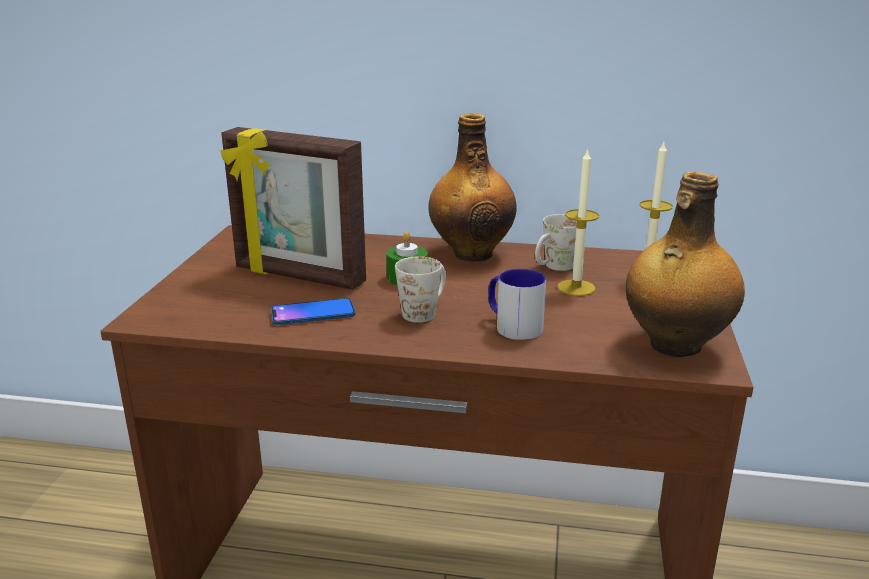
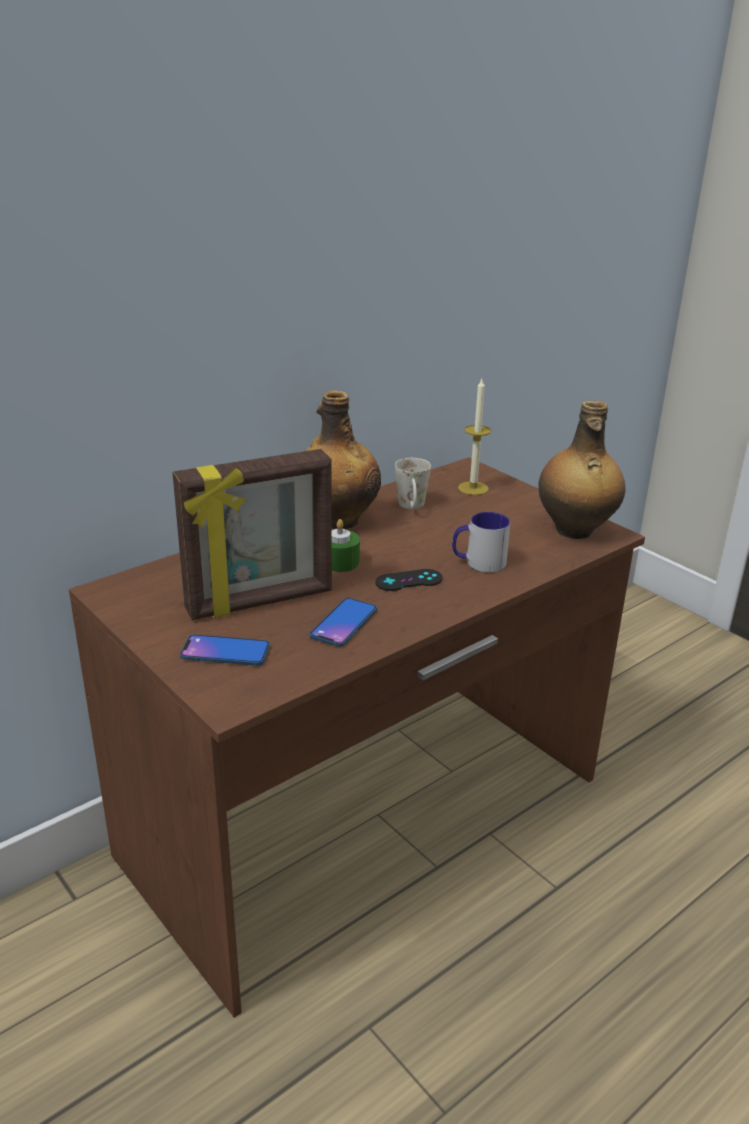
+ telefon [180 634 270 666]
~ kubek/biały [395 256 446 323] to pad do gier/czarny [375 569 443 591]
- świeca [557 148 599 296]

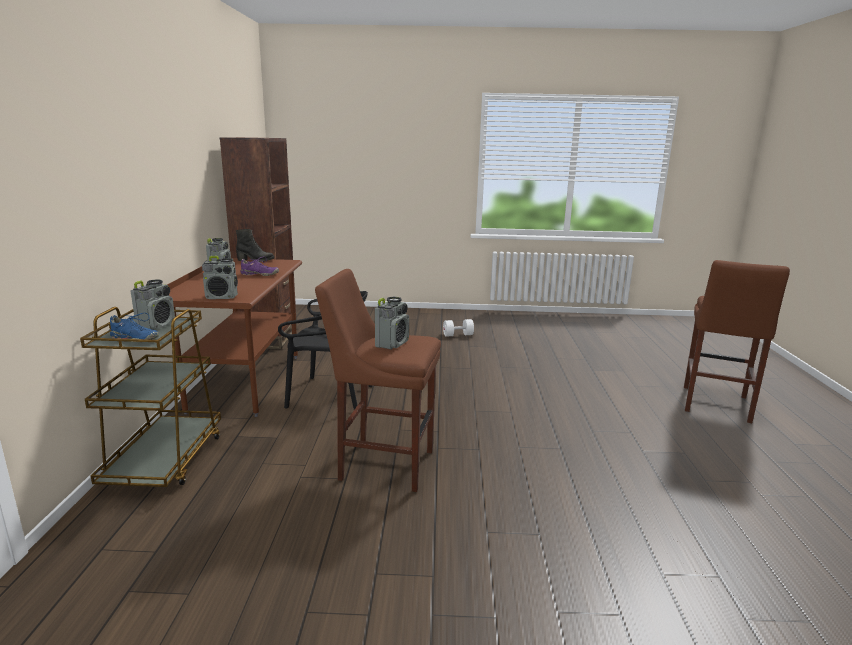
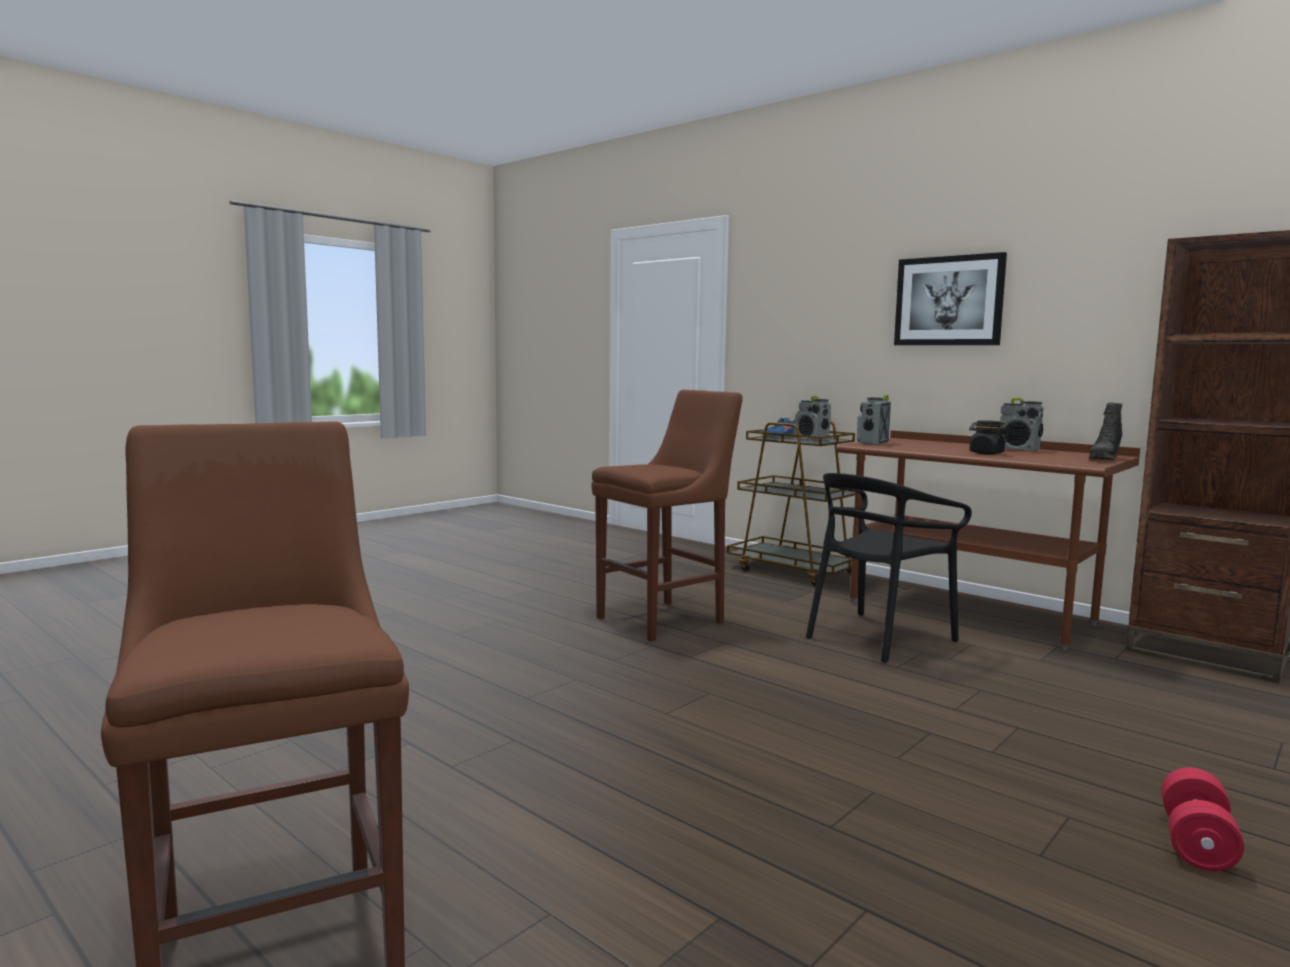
+ obraz [894 252 1007 345]
~ but/fioletowy [240 256 279 276] to słoik/czarny [969 420 1007 455]
~ hantel/biały [443 319 474 337] to hantel/czerwony [1161 768 1244 871]
- radio [375 297 409 349]

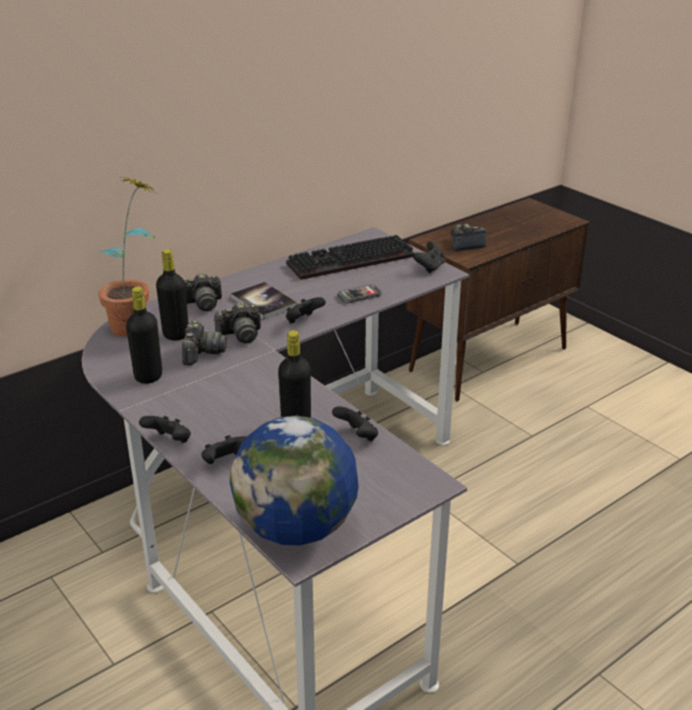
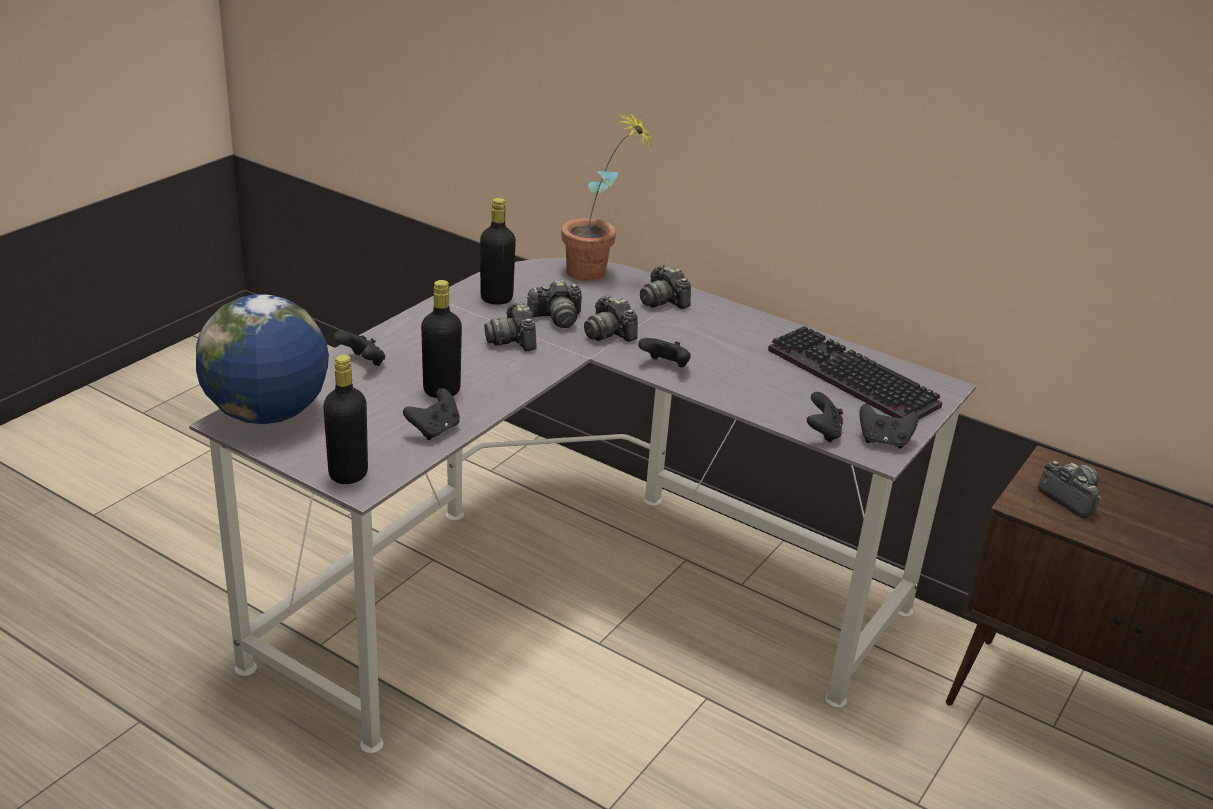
~ butelka/czarny [156 249 188 341] to [323 354 368 484]
+ aparat fotograficzny [484 302 536 351]
~ pad do gier/czarny [139 416 191 443] to [807 392 843 443]
- książka [231 282 297 320]
- telefon [337 285 382 303]

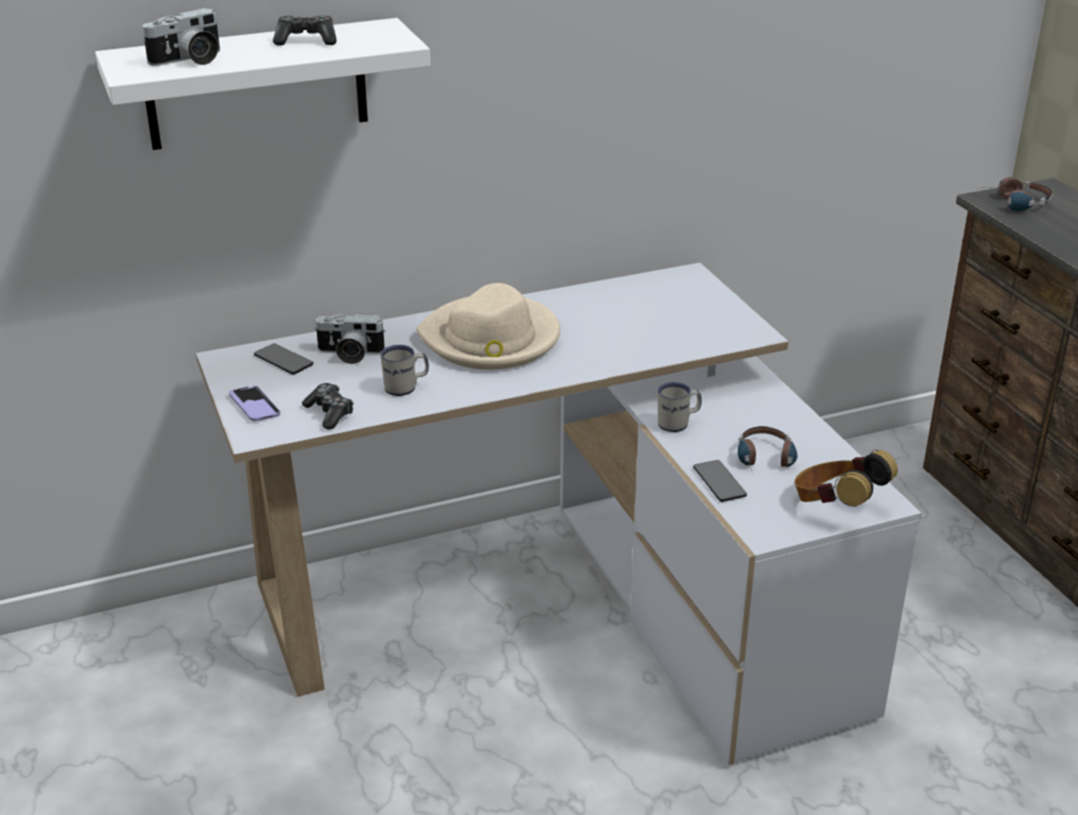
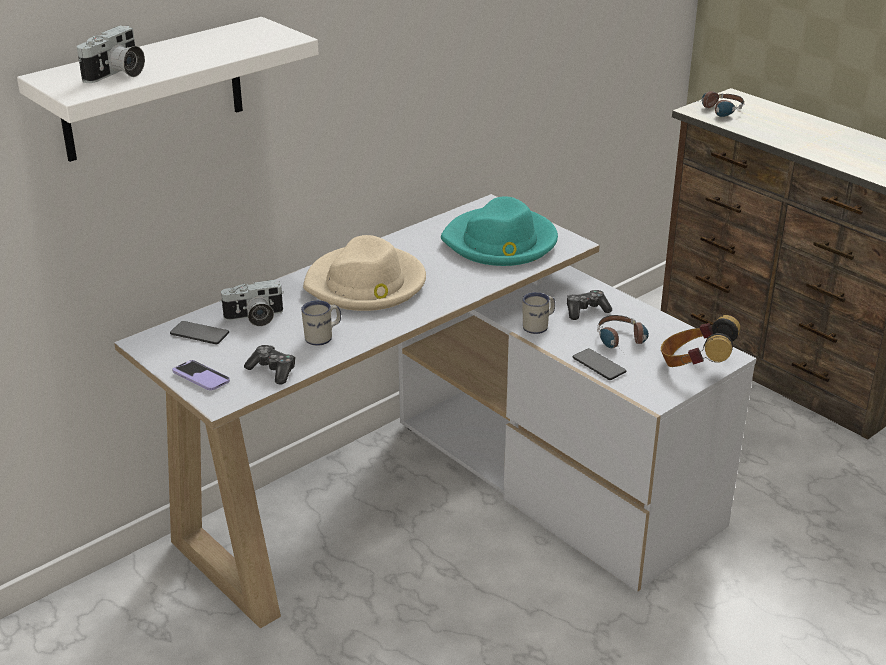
+ kapelusz/turkusowy [441 196 558 266]
~ pad do gier [273 16 337 46] to [567 290 612 320]

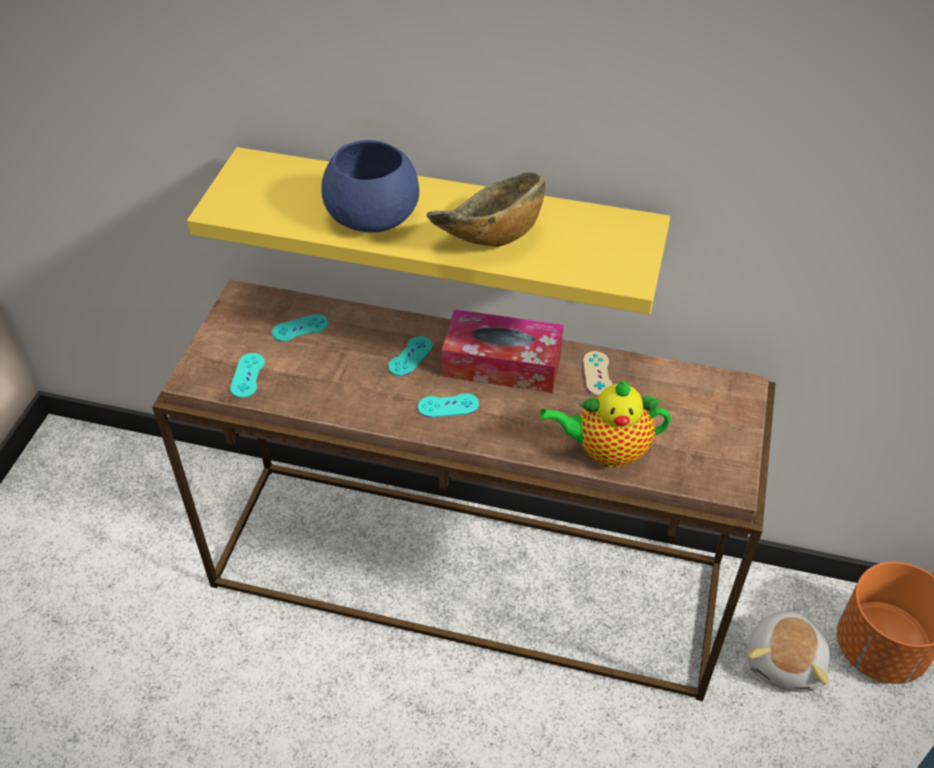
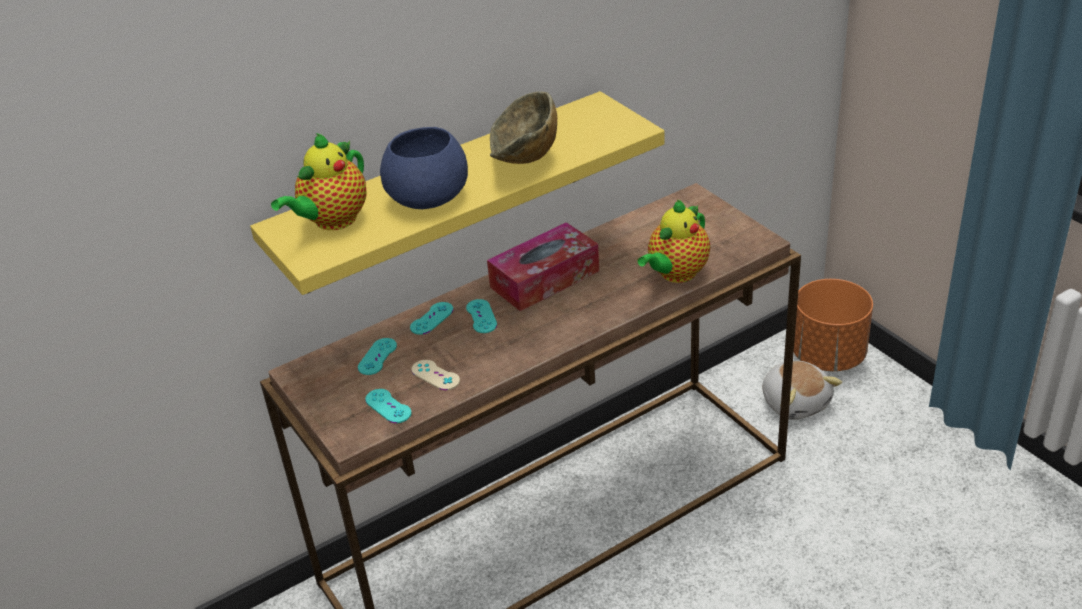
+ imbryk [271 133 367 230]
~ pad do gier/turkusowy [418 393 479 417] to [410 302 454 335]
~ pad do gier/beżowy [583 351 613 396] to [411 360 460 390]

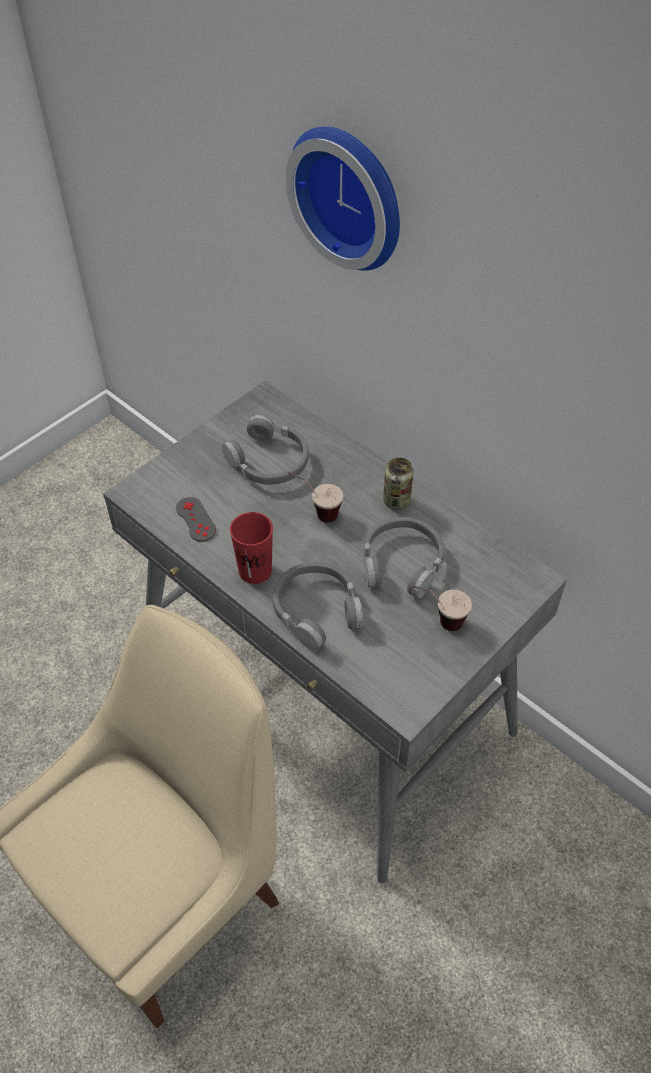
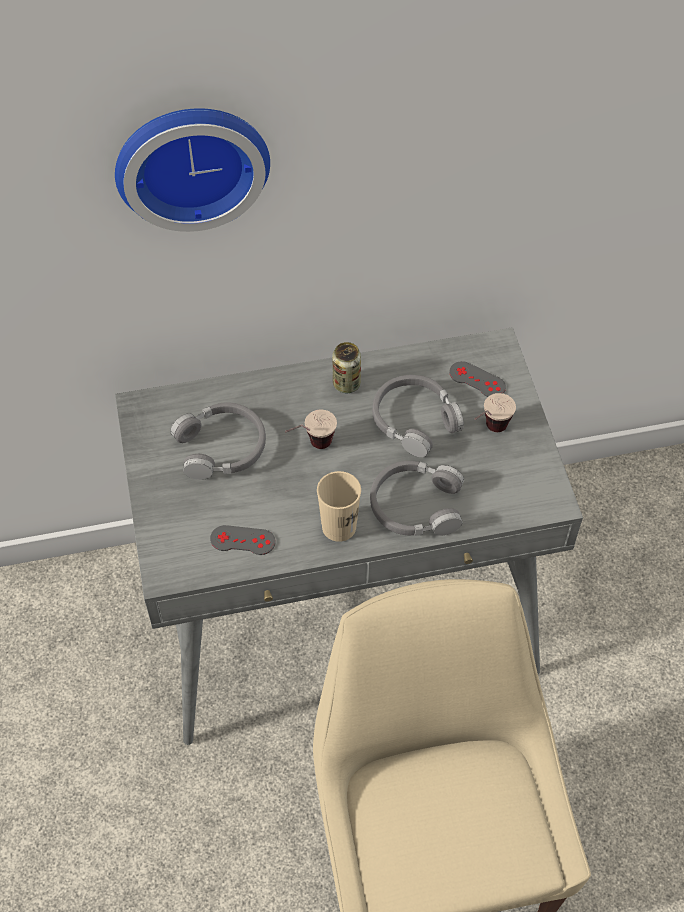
~ filiżanka/czerwony [230 512 273 584] to filiżanka/beżowy [317 471 361 542]
+ pad do gier/szary [449 361 506 397]

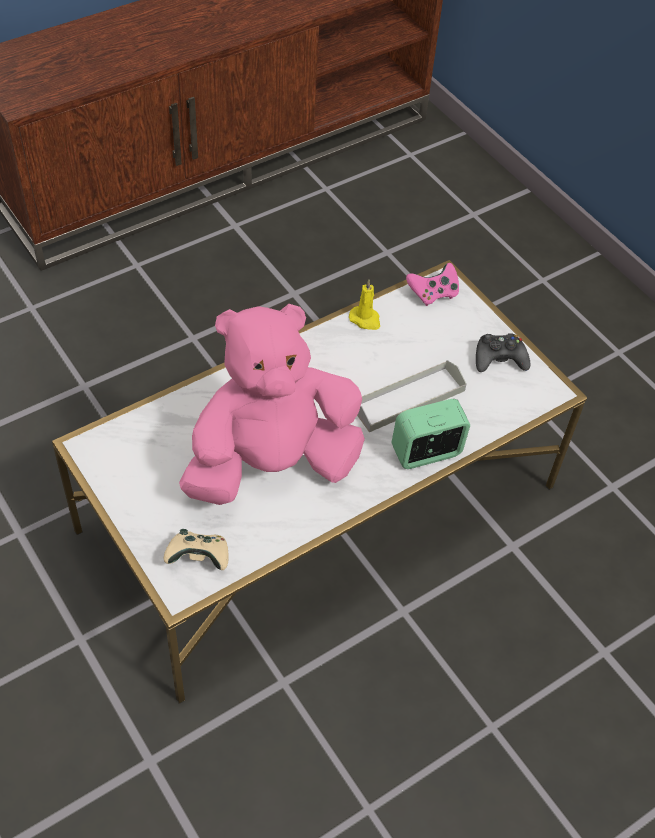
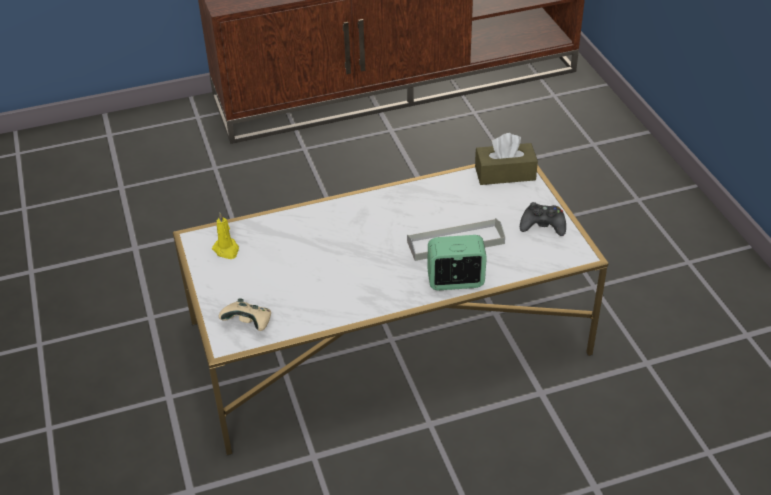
~ świeca/żółty [349 279 380 330] to [212 213 239 259]
~ pad do gier/różowy [406 263 459 306] to pudełko chusteczek/brązowy [475 133 538 185]
- pluszak/różowy [179 304 365 505]

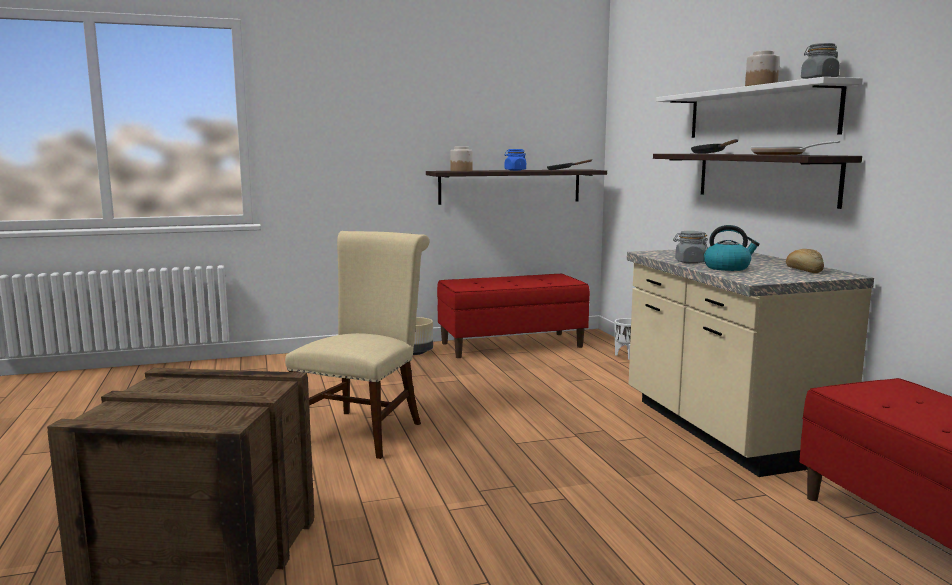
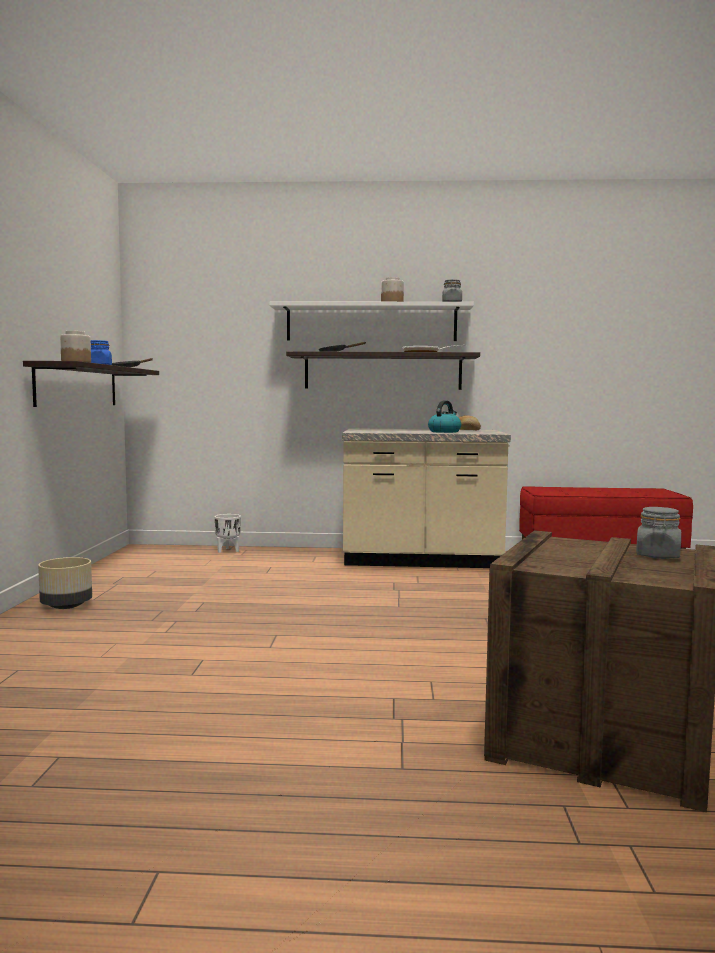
~ słoik/szary [673 231 708 264] to [636 507 681 559]
- krzesło/beżowy [285 231 430 459]
- ławka/czerwony [437 274 590 358]

